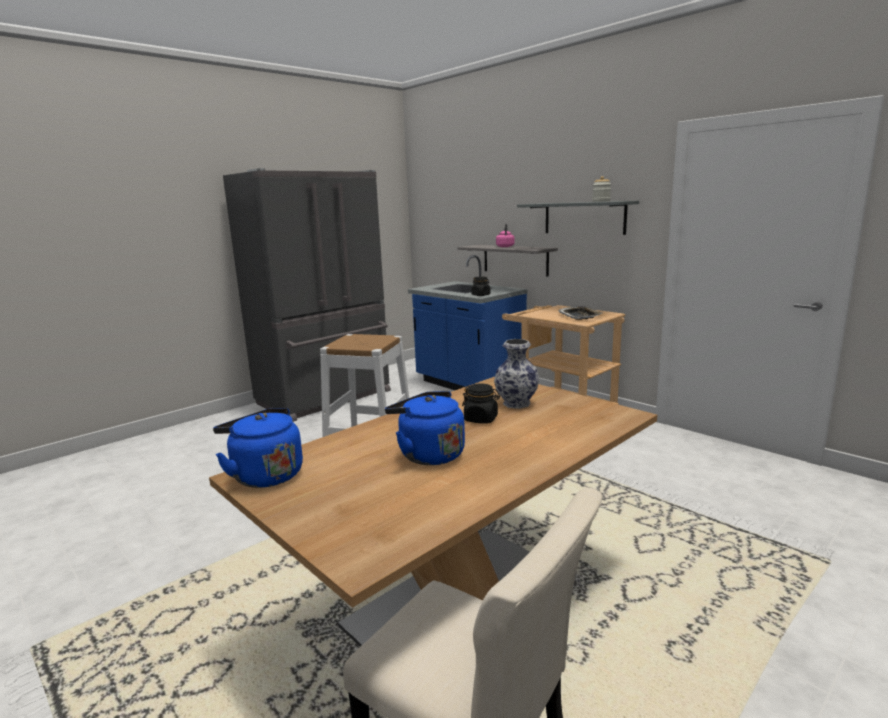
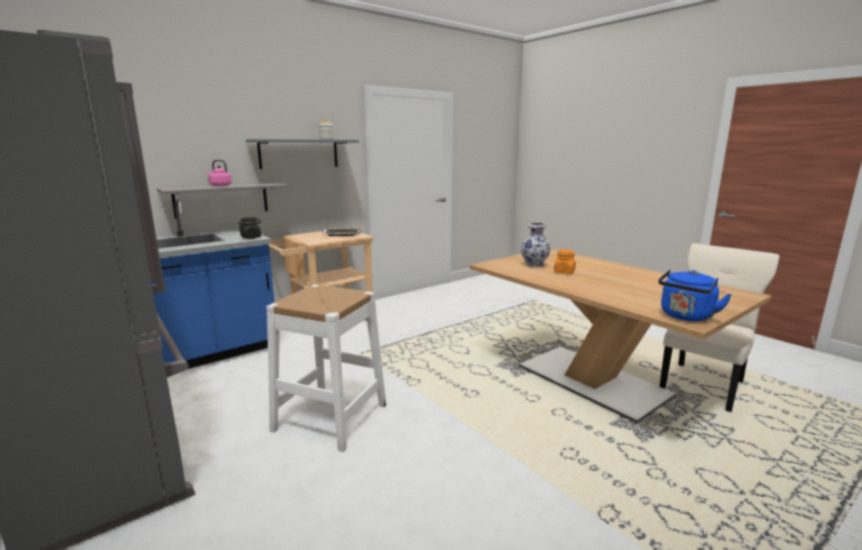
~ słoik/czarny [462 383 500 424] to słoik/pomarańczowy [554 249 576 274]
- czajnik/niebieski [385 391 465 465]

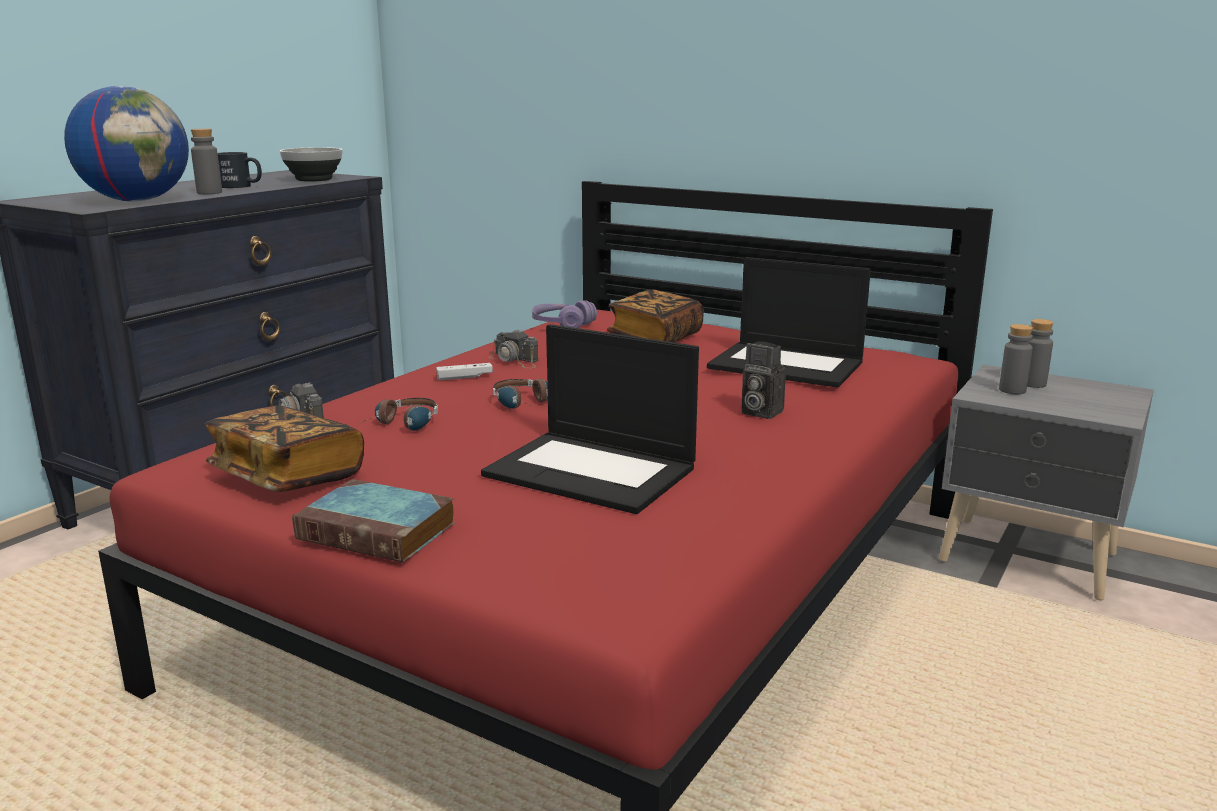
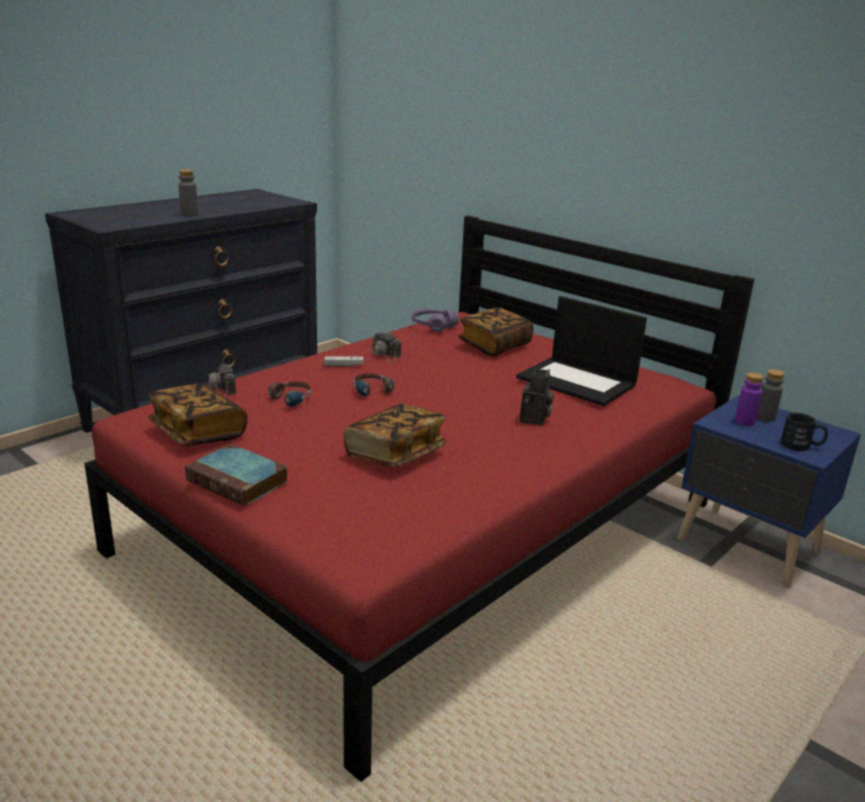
~ laptop [481 324 699 514] to książka [344 404 446 467]
~ aparat fotograficzny [742 342 786 419] = [520 369 554 425] 120 degrees counterclockwise
~ szafka nocna/szary [939 365 1154 600] to szafka nocna/niebieski [678 395 861 588]
~ butelka/szary [999 324 1033 394] to butelka/fioletowy [735 373 764 426]
~ kubek/czarny [218 152 262 188] to [781 412 828 451]
- globus [64 86 189 202]
- miska [280 147 343 182]

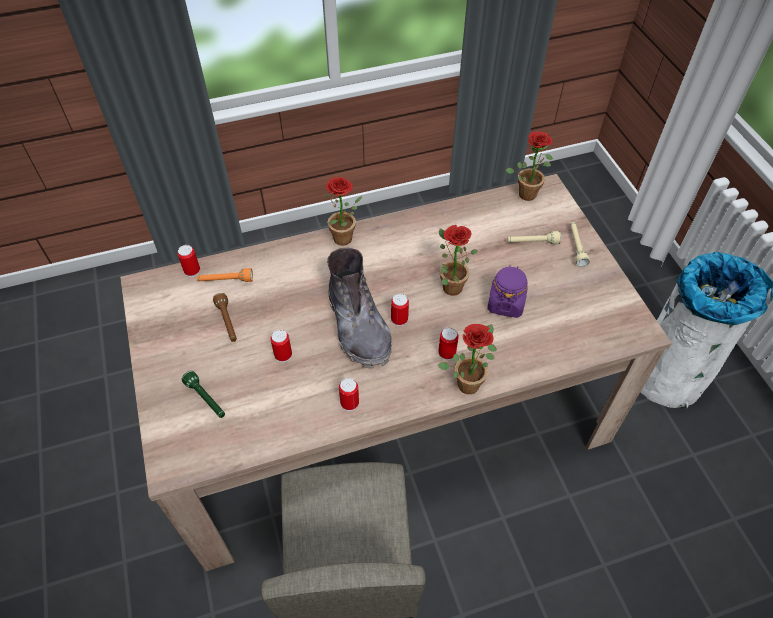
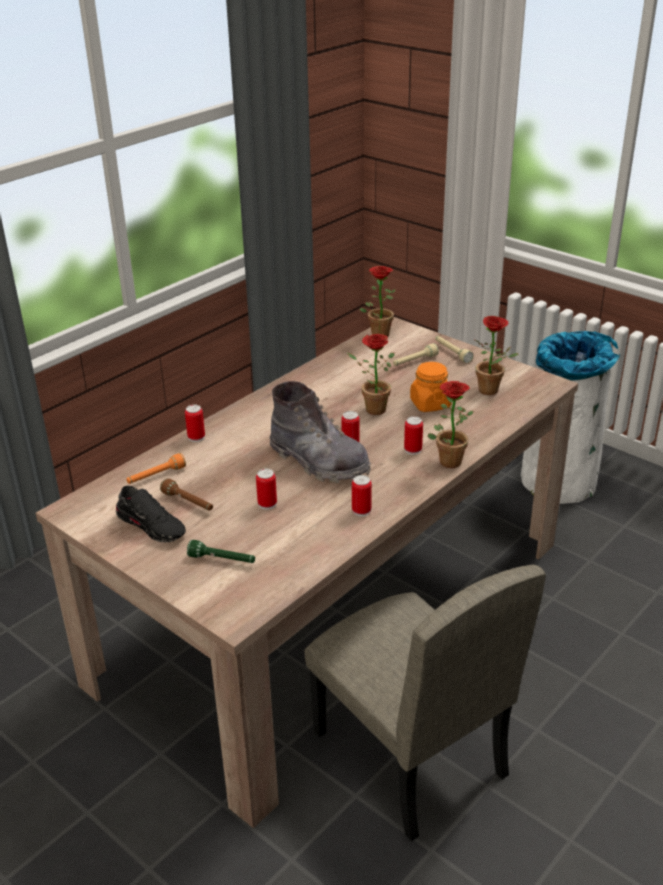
+ but/czarny [116 486 186 542]
~ puszka [177 245 200 277] to [185 404 205 442]
~ słoik/fioletowy [487 265 528 318] to słoik/pomarańczowy [410 362 452 412]
~ roślina doniczkowa [323 177 362 246] to [474 316 519 395]

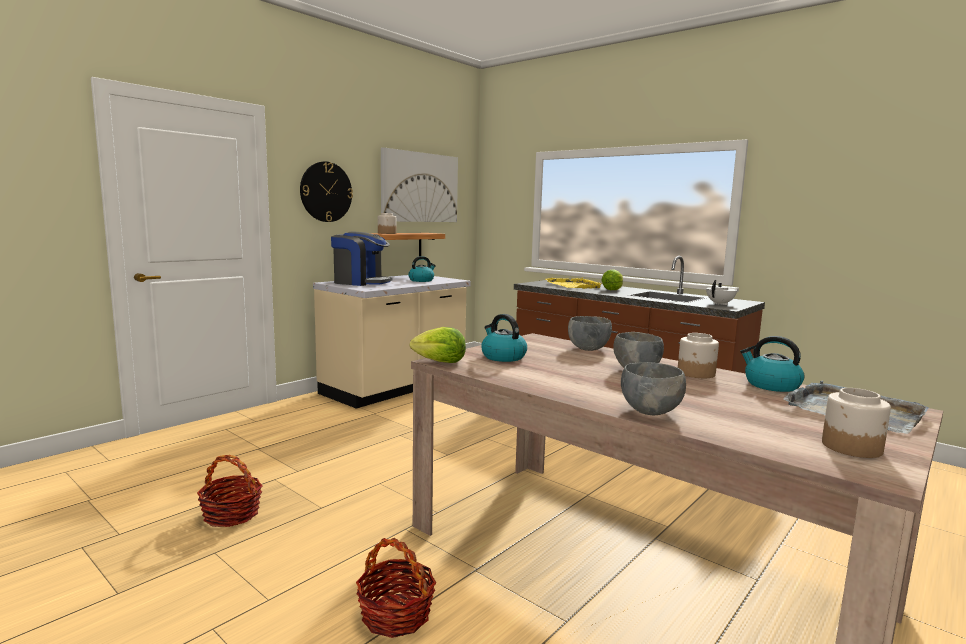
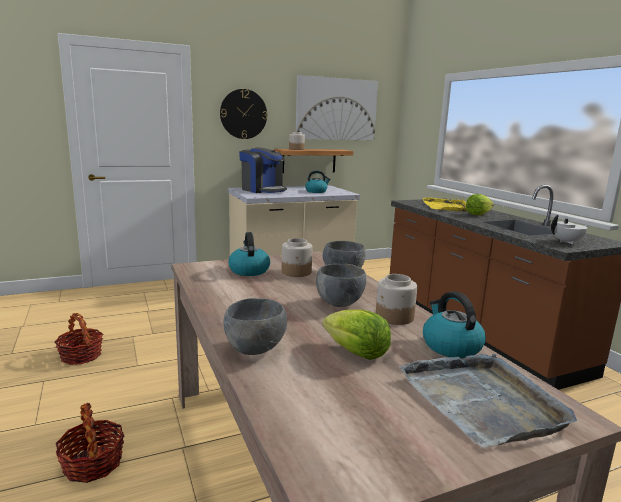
~ słoik [822 388 891 458] to [282 238 313 277]
~ sałata [410 327 466 363] to [322 310 391 360]

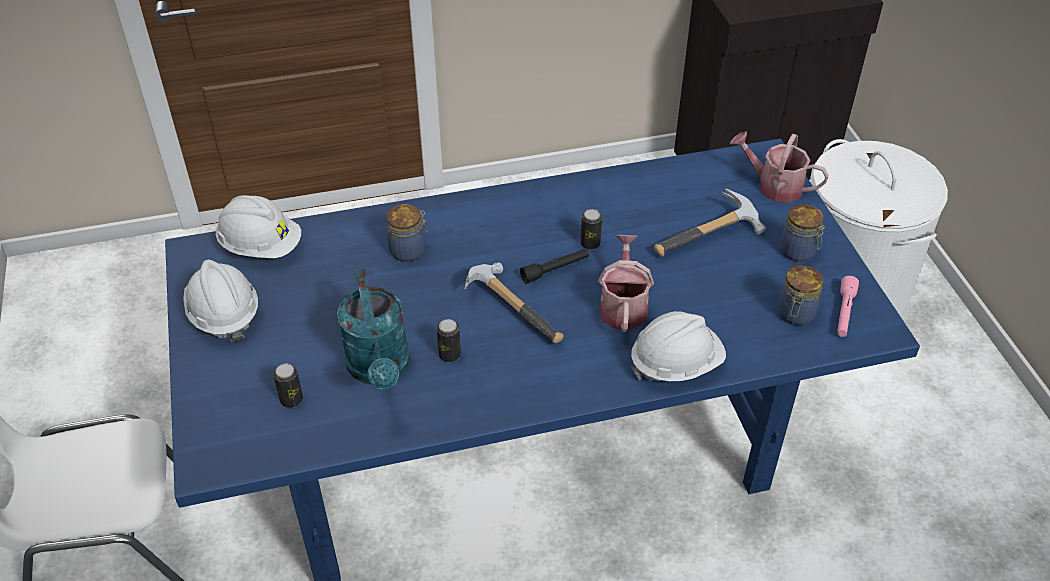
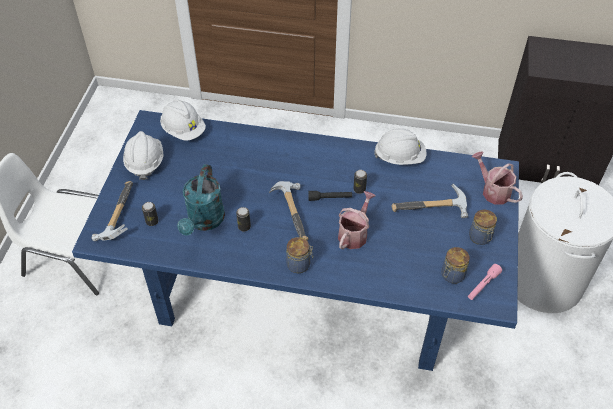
+ młotek [92 181 133 241]
~ słoik [386 204 428 262] to [286 237 313 273]
~ kask/biały [631 311 726 382] to [374 128 427 165]

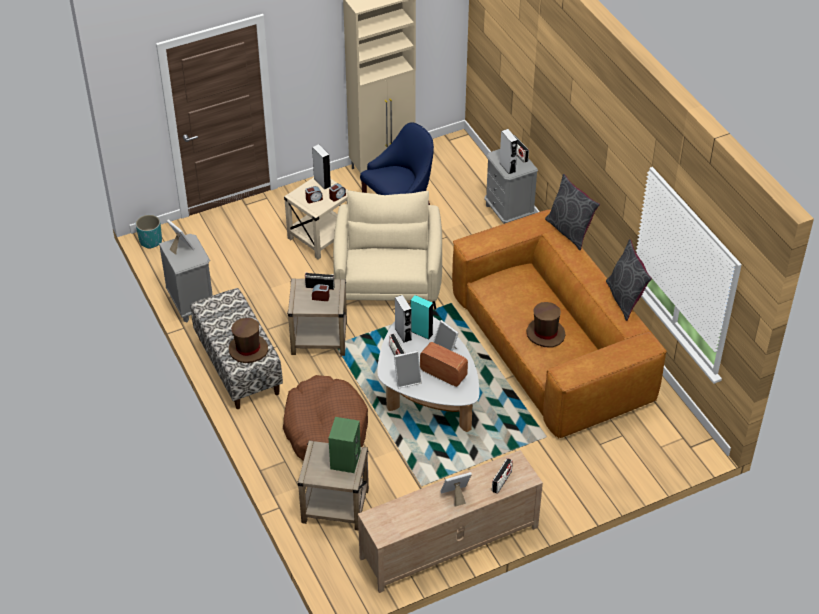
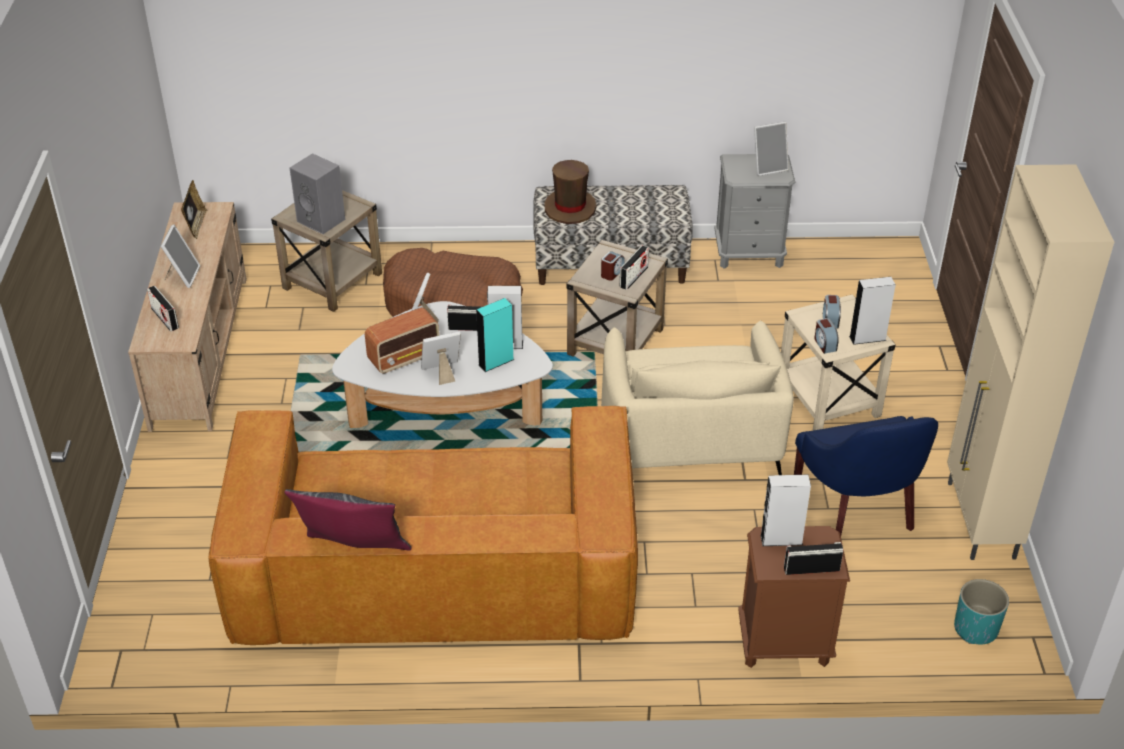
+ ramka na zdjęcie [181 180 207 239]
~ głośnik/zielony [329 417 361 473] to głośnik/szary [290 153 345 234]
~ fotel/beżowy [333 190 442 309] = [601 321 794 475] 60 degrees clockwise
~ szafka nocna/szary [484 149 538 224] to szafka nocna/brązowy [738 526 850 668]
~ donica/turkusowy [136 215 162 249] to [954 579 1009 644]
- kapelusz/brązowy [527 302 566 348]
- poduszka/szary [545 174 600 250]

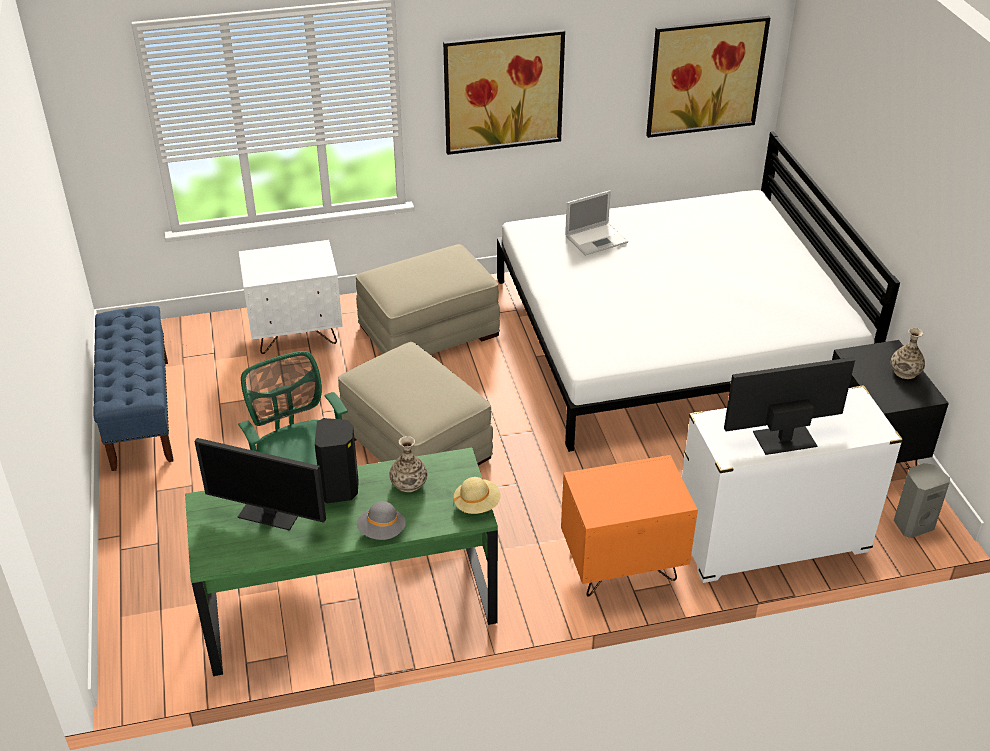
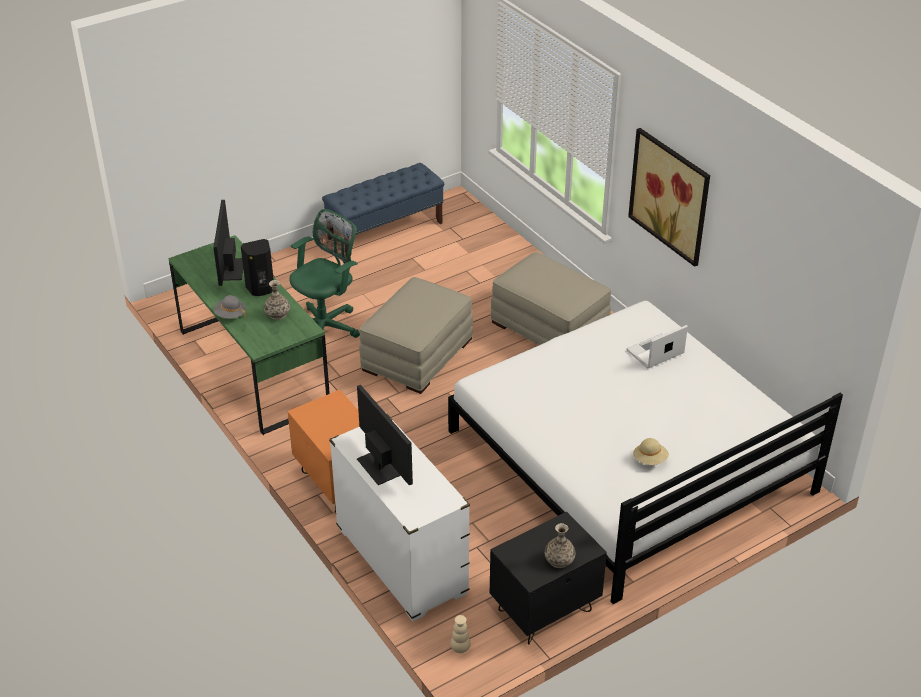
~ głośnik/szary [894 463 950 538] to wazon/beżowy [450 615 471 653]
~ laptop [565 190 628 256] = [626 325 688 369] 105 degrees clockwise
~ kapelusz/beżowy [453 477 500 514] to [633 438 669 465]
- szafka nocna/biały [239 240 343 354]
- obraz [646 16 770 138]

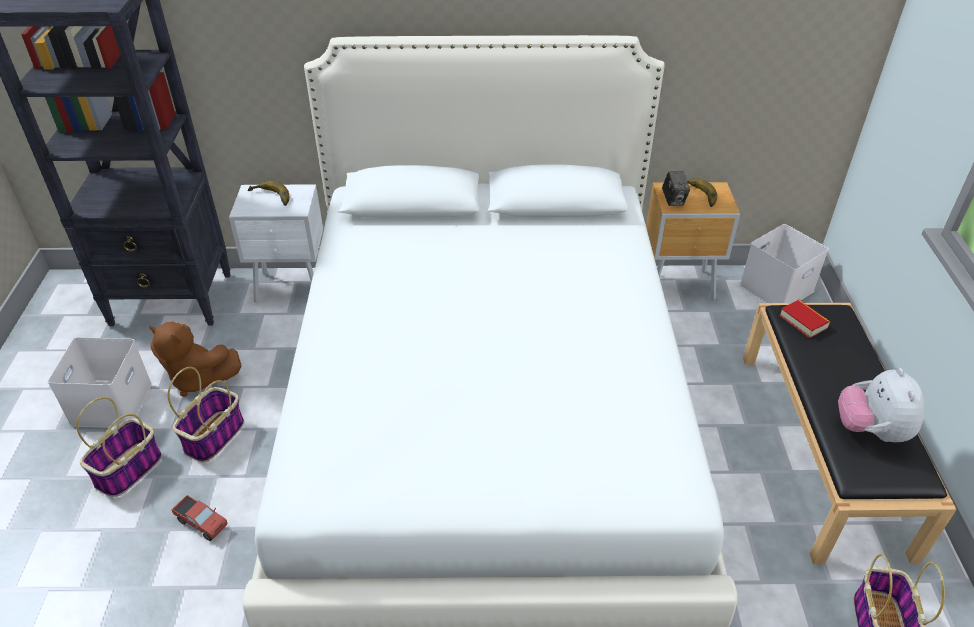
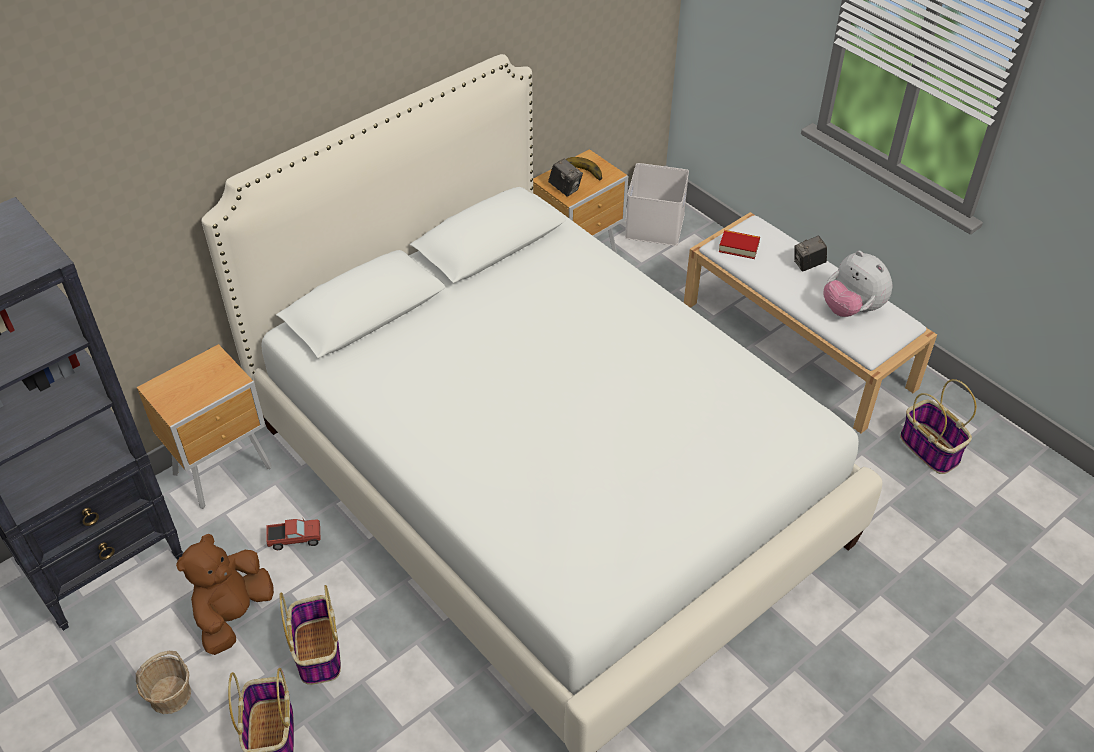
~ pojemnik do przechowywania/biały [48 337 152 428] to koszyk [136 651 191 714]
~ szafka nocna/biały [229 184 323 303] to szafka nocna/brązowy [137 344 272 509]
~ pluszak/brązowy [149 322 242 397] = [176 534 274 655] 135 degrees clockwise
~ ciężarówka zabawkowa [171 495 227 541] to [266 519 320 550]
~ ławka/czarny [743 303 957 564] to ławka/biały [684 212 937 433]
+ aparat fotograficzny [794 236 827 272]
- banan [248 180 290 206]

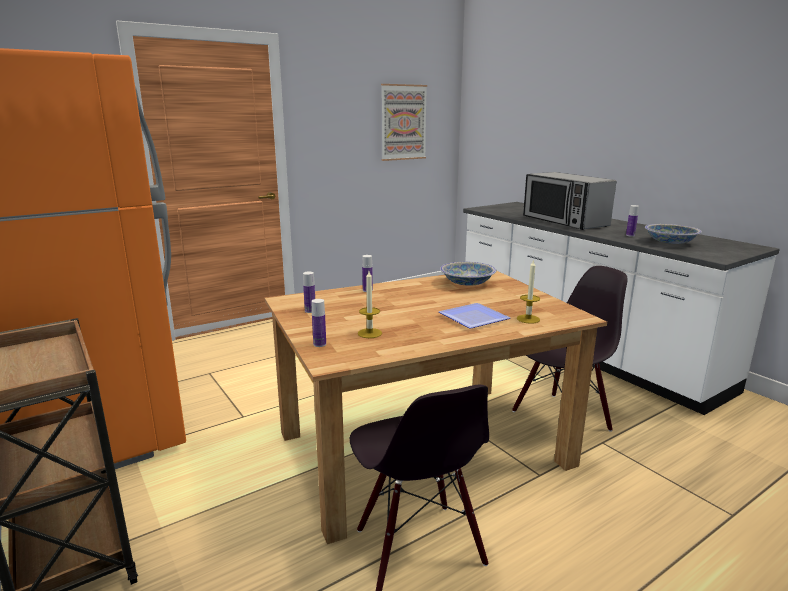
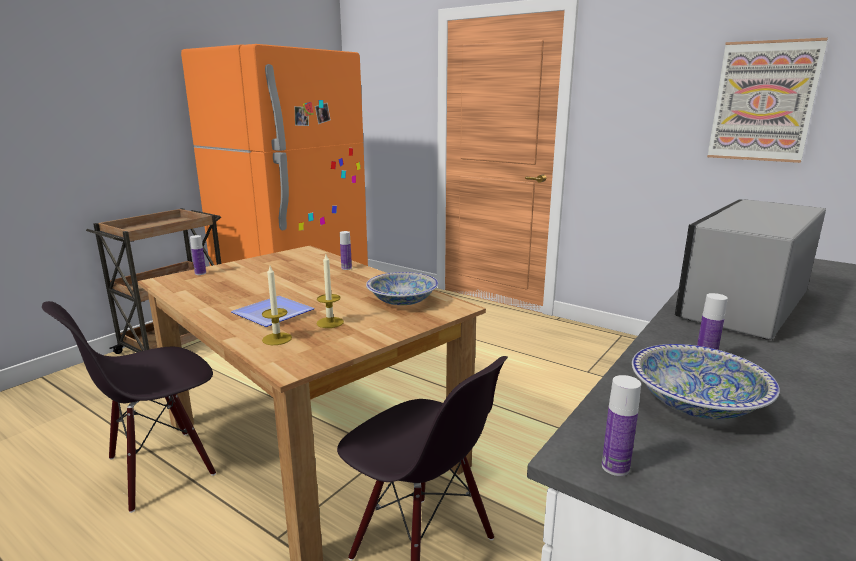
~ świeca [358 271 382 338] to [317 254 344 328]
~ butelka [303 272 315 313] to [602 375 641 476]

